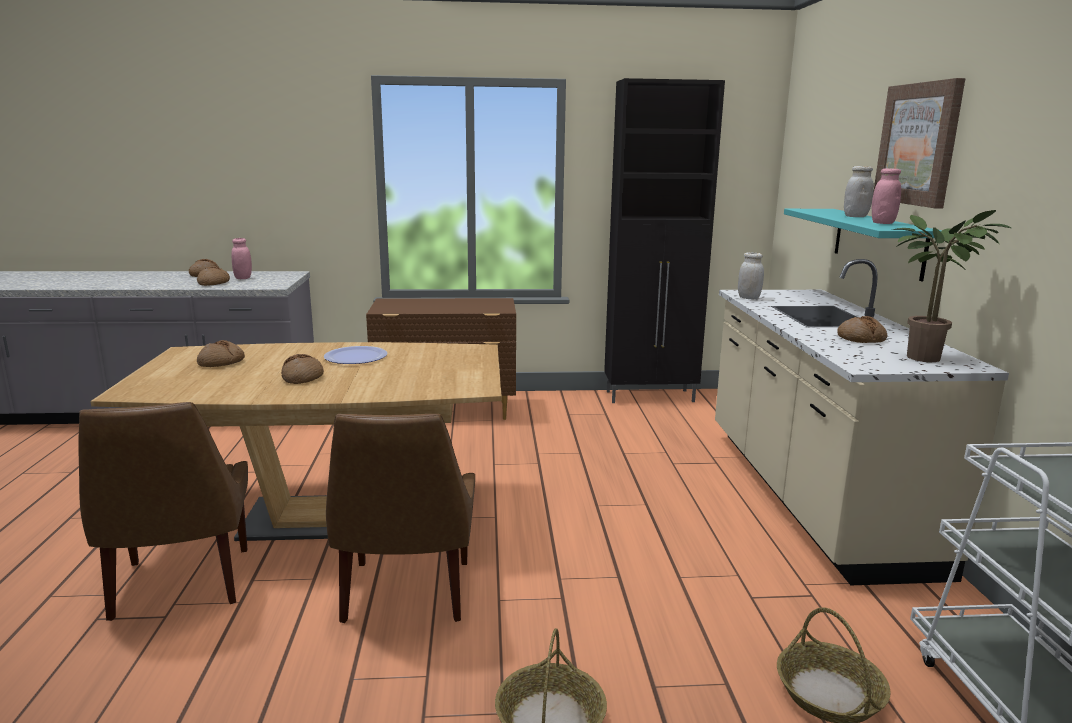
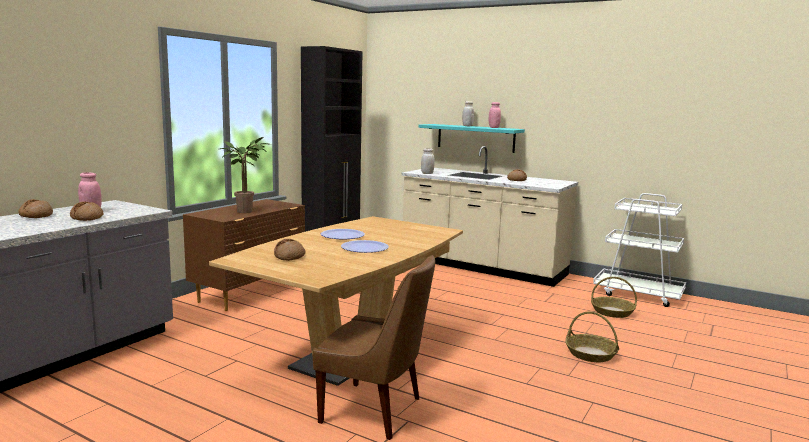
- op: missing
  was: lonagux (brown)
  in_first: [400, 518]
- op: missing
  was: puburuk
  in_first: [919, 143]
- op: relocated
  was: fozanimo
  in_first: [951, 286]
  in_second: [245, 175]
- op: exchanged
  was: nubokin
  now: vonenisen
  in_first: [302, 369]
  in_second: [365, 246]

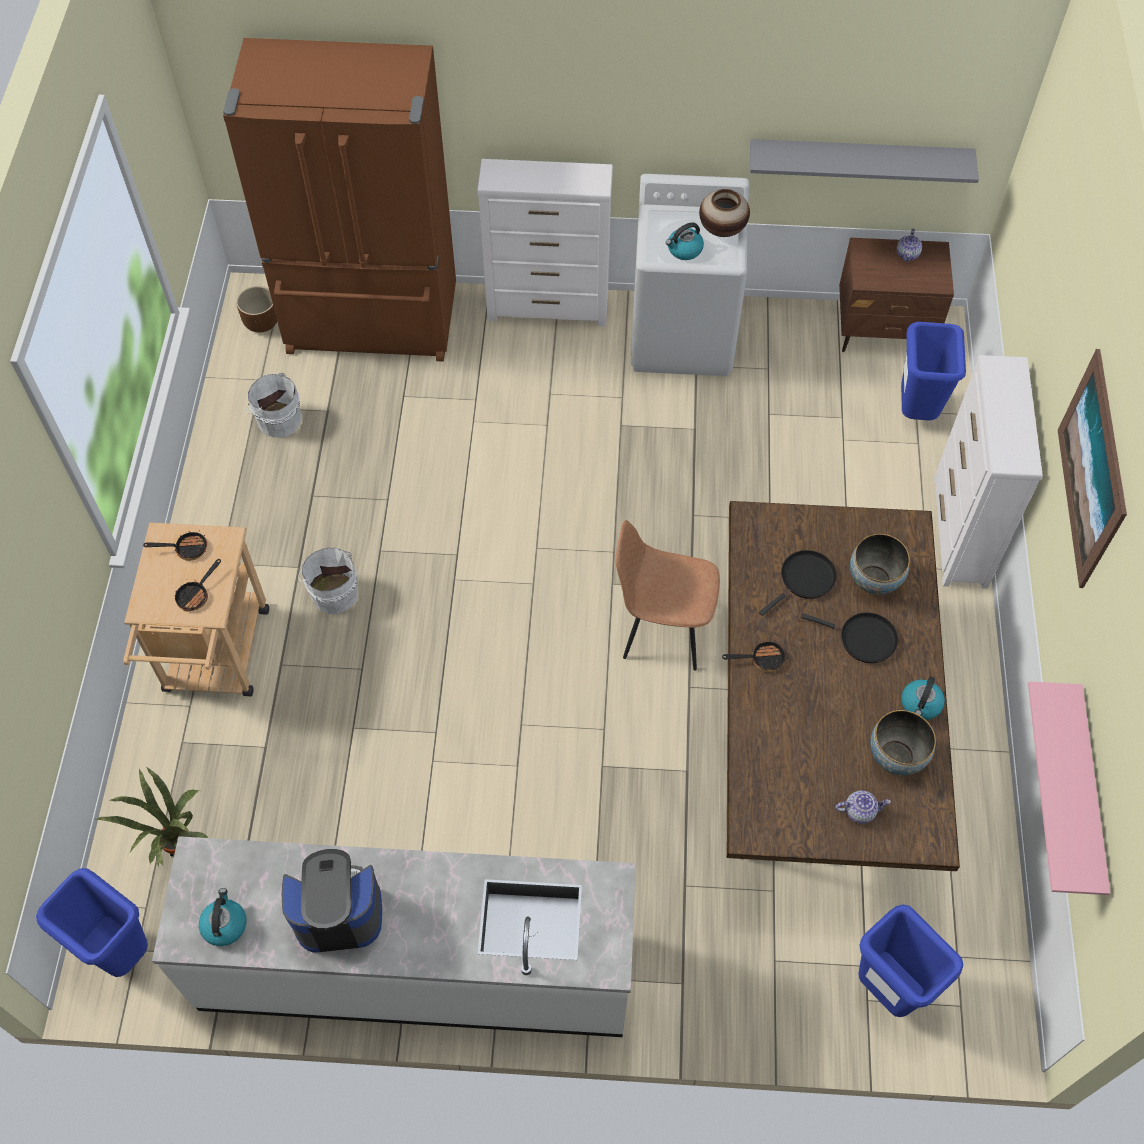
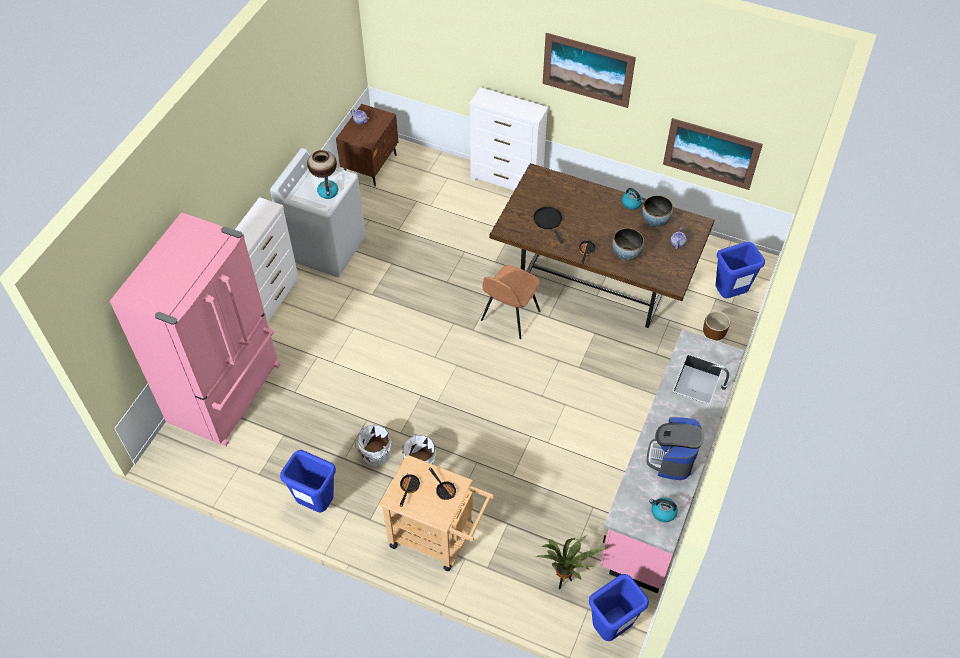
- op: missing
  was: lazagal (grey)
  in_first: [864, 161]
- op: missing
  was: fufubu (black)
  in_first: [849, 637]
- op: relocated
  was: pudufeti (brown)
  in_first: [256, 309]
  in_second: [716, 326]
- op: relocated
  was: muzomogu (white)
  in_first: [273, 405]
  in_second: [373, 446]
- op: relocated
  was: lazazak
  in_first: [880, 564]
  in_second: [628, 244]
- op: relocated
  was: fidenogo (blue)
  in_first: [933, 371]
  in_second: [308, 481]
- op: exchanged
  was: lazagal (pink)
  now: puburuk
  in_first: [1069, 788]
  in_second: [713, 154]
- op: colour
  was: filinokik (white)
  now: filinokik (pink)
  in_first: [394, 936]
  in_second: [672, 461]
- op: colour
  was: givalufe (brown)
  now: givalufe (pink)
  in_first: [339, 200]
  in_second: [195, 329]

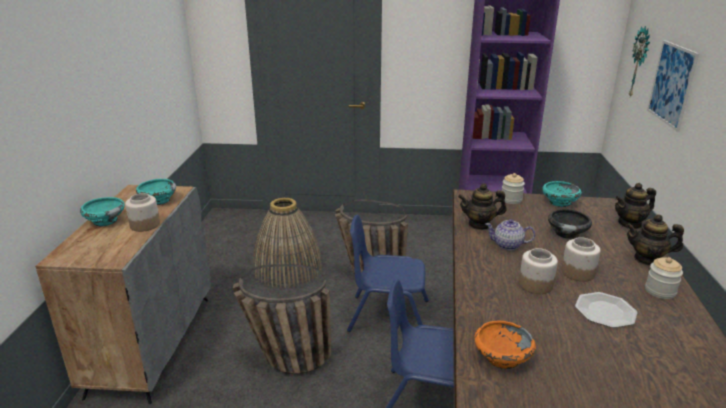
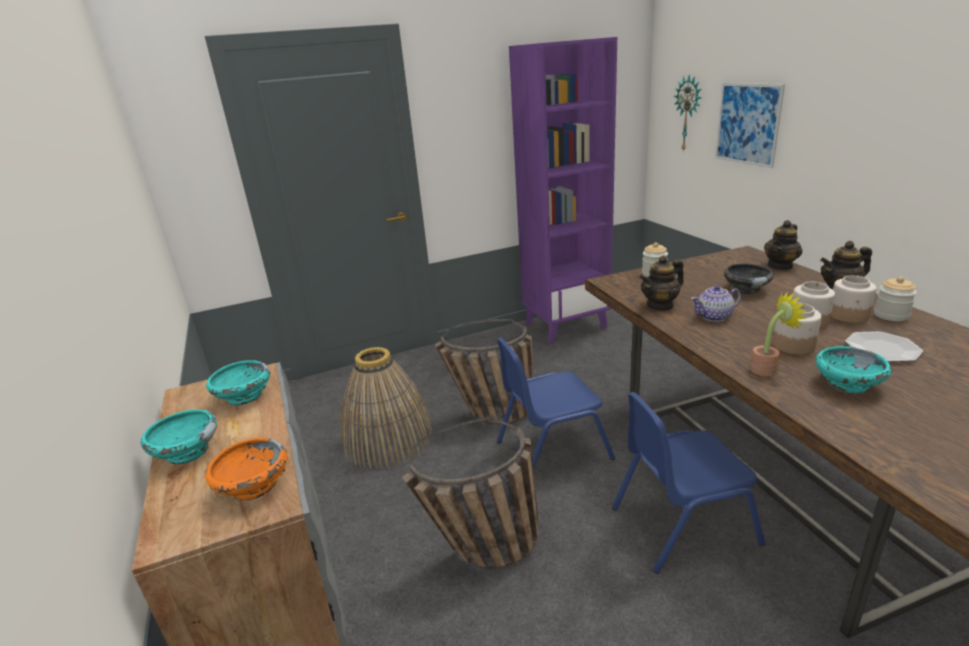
- op: appeared
  now: fozanimo
  in_second: [778, 333]
- op: relocated
  was: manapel
  in_first: [142, 212]
  in_second: [854, 299]
- op: relocated
  was: lazazak (orange)
  in_first: [505, 344]
  in_second: [246, 469]
- op: relocated
  was: lazazak (turquoise)
  in_first: [562, 194]
  in_second: [854, 370]

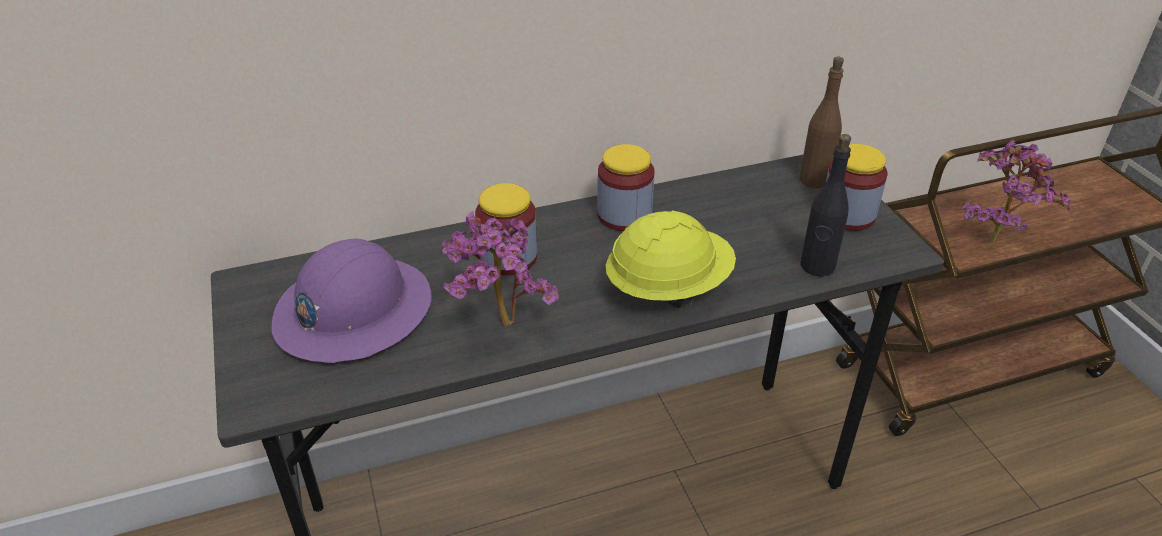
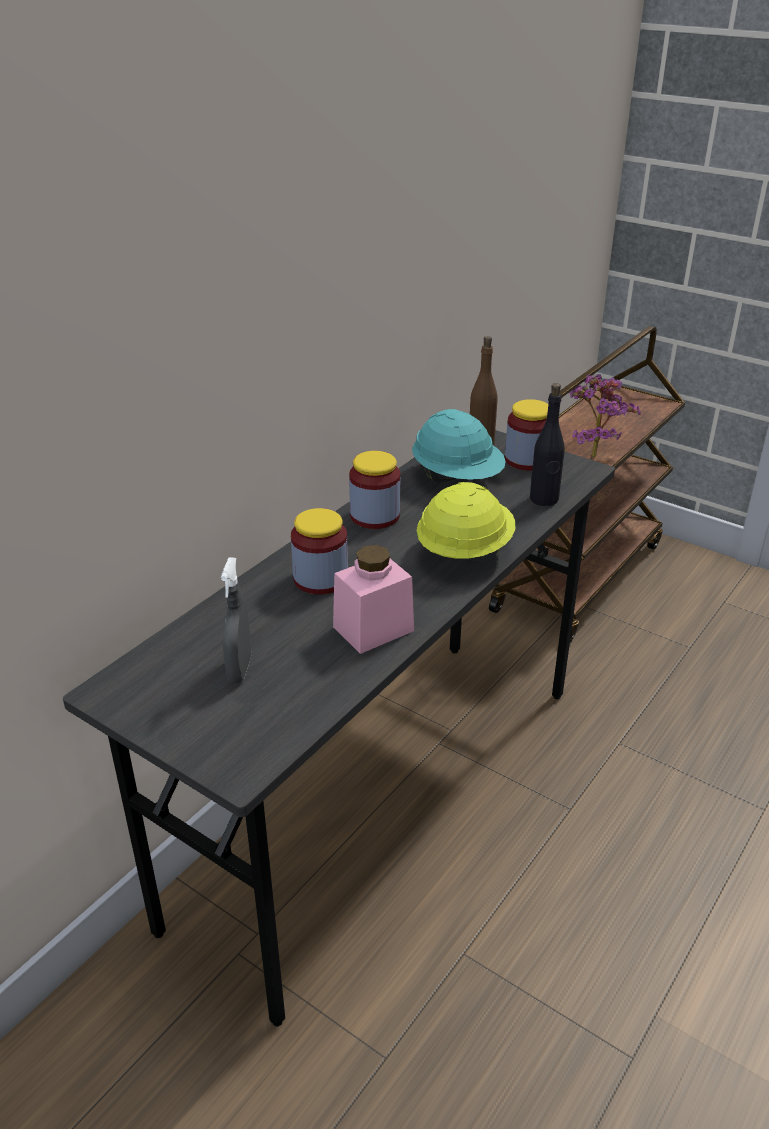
- op: appeared
  now: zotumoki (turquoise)
  in_second: [459, 445]
- op: exchanged
  was: zotumoki (purple)
  now: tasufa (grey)
  in_first: [351, 301]
  in_second: [236, 620]
- op: exchanged
  was: fozanimo
  now: manapel (pink)
  in_first: [500, 269]
  in_second: [373, 599]

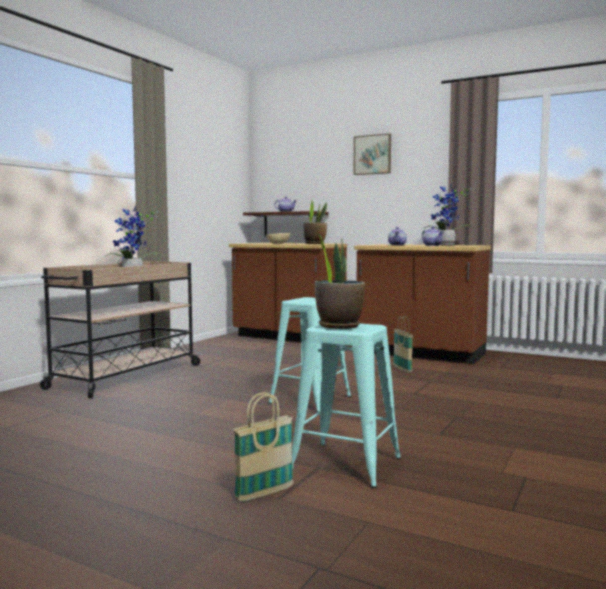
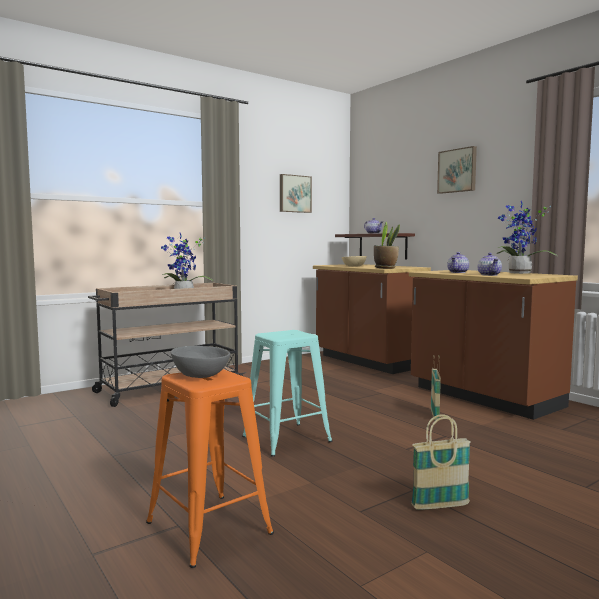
- op: appeared
  now: puburuk
  in_second: [296, 193]
- op: relocated
  was: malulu
  in_first: [263, 447]
  in_second: [441, 462]
- op: exchanged
  was: fozanimo
  now: lazazak (grey)
  in_first: [340, 280]
  in_second: [200, 362]
- op: colour
  was: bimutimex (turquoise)
  now: bimutimex (orange)
  in_first: [346, 405]
  in_second: [210, 468]

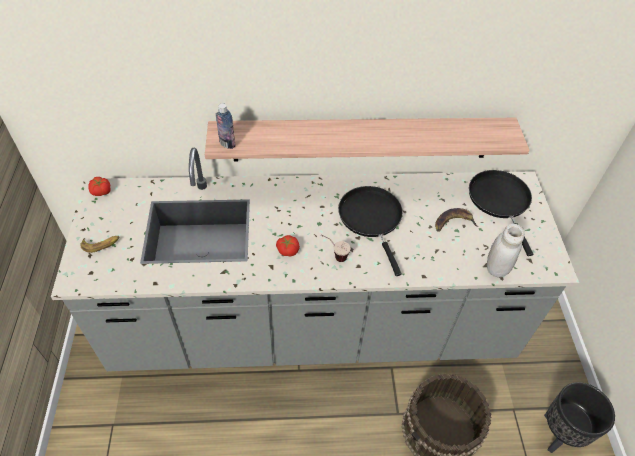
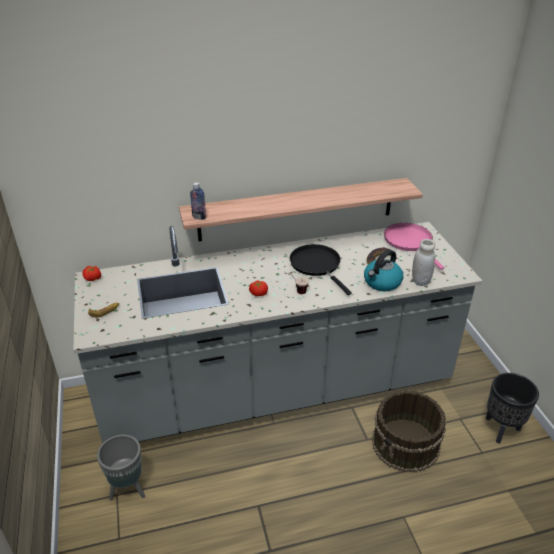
- op: appeared
  now: pudufeti (grey)
  in_second: [121, 467]
- op: appeared
  now: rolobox
  in_second: [383, 270]
- op: colour
  was: fufubu (black)
  now: fufubu (pink)
  in_first: [501, 213]
  in_second: [414, 246]

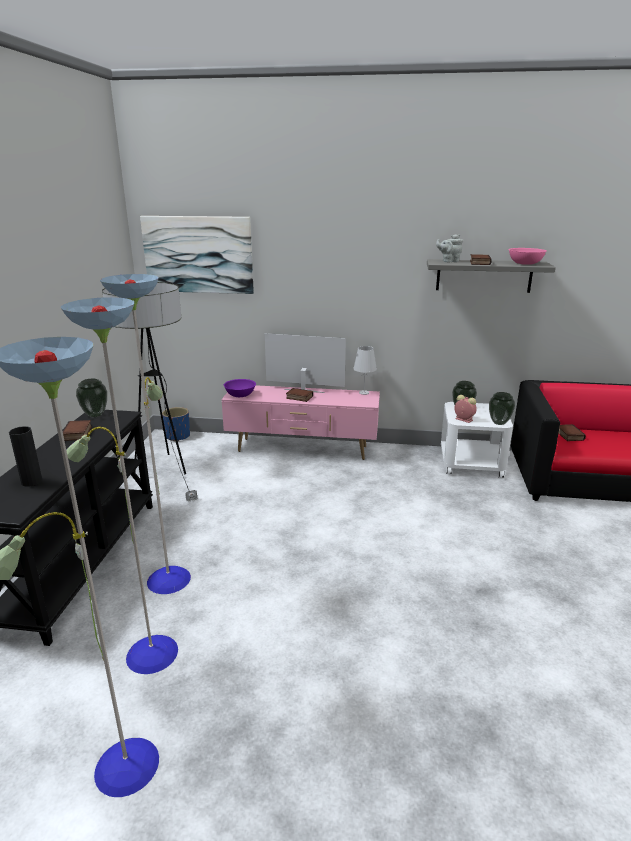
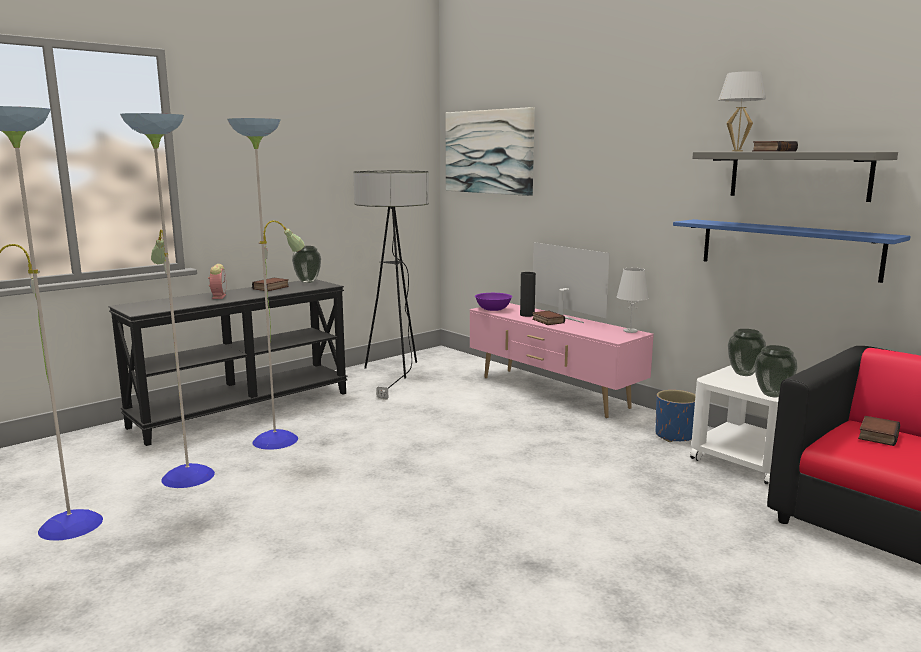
- op: missing
  was: lazazak (pink)
  in_first: [527, 256]
- op: appeared
  now: lazagal (blue)
  in_second: [791, 251]
- op: relocated
  was: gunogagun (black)
  in_first: [25, 456]
  in_second: [528, 294]
- op: relocated
  was: pudufeti (blue)
  in_first: [176, 424]
  in_second: [675, 416]
- op: relocated
  was: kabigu
  in_first: [465, 409]
  in_second: [217, 281]
- op: exchanged
  was: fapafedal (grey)
  now: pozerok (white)
  in_first: [449, 248]
  in_second: [742, 111]

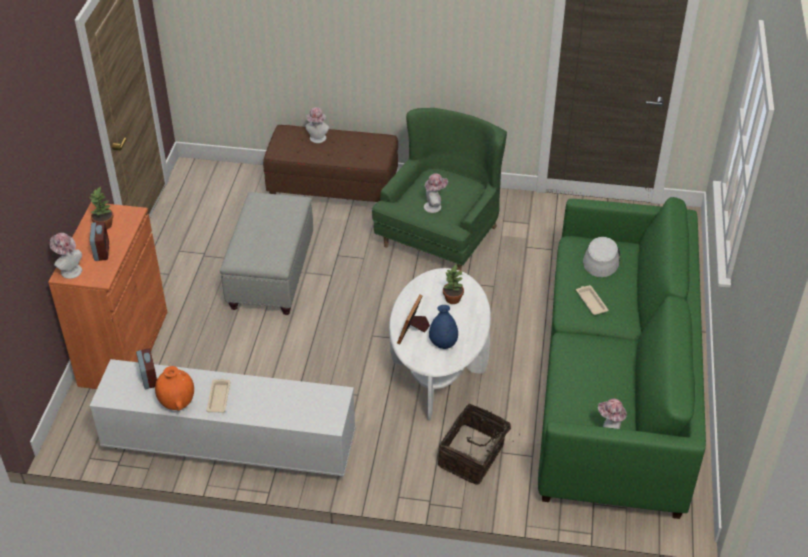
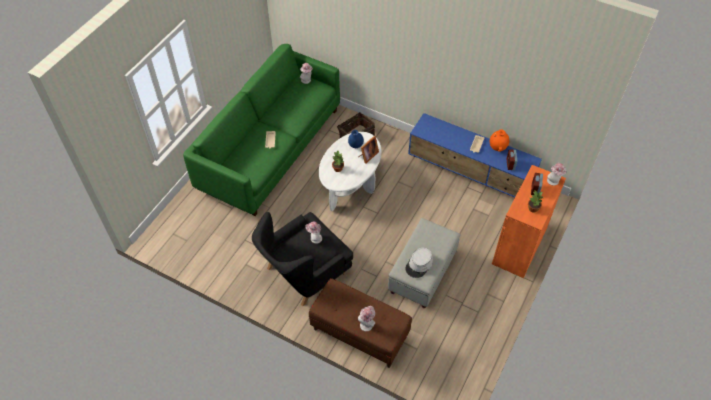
- op: relocated
  was: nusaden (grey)
  in_first: [601, 257]
  in_second: [419, 263]
- op: colour
  was: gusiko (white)
  now: gusiko (blue)
  in_first: [222, 417]
  in_second: [475, 155]
- op: colour
  was: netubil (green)
  now: netubil (black)
  in_first: [439, 189]
  in_second: [302, 259]

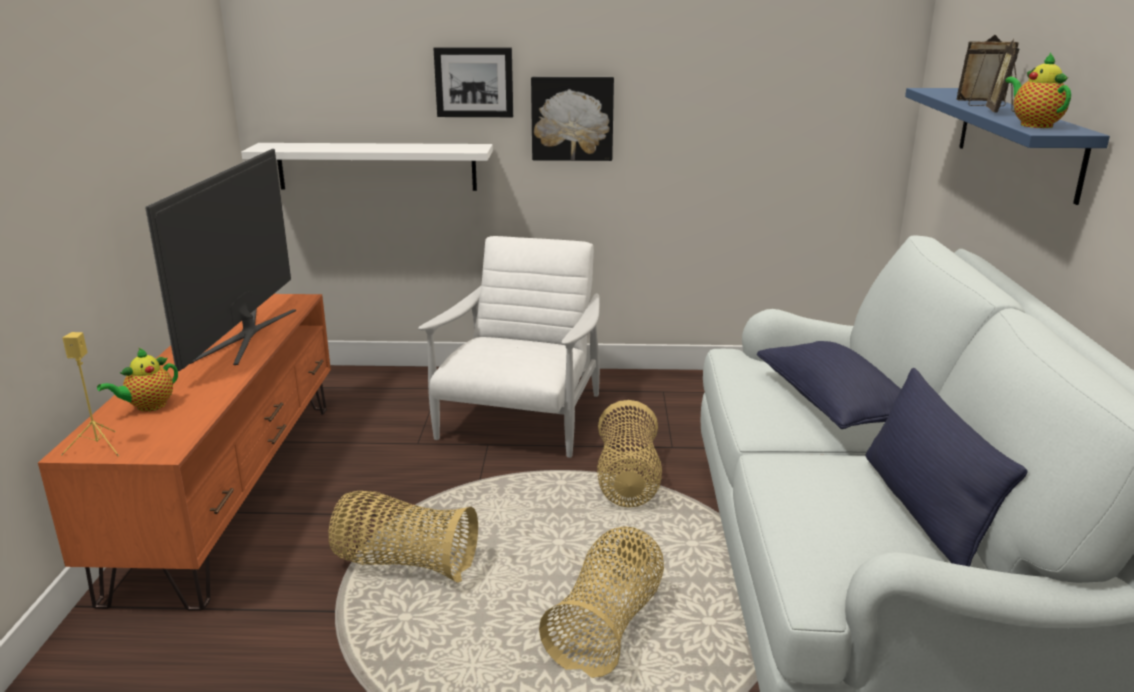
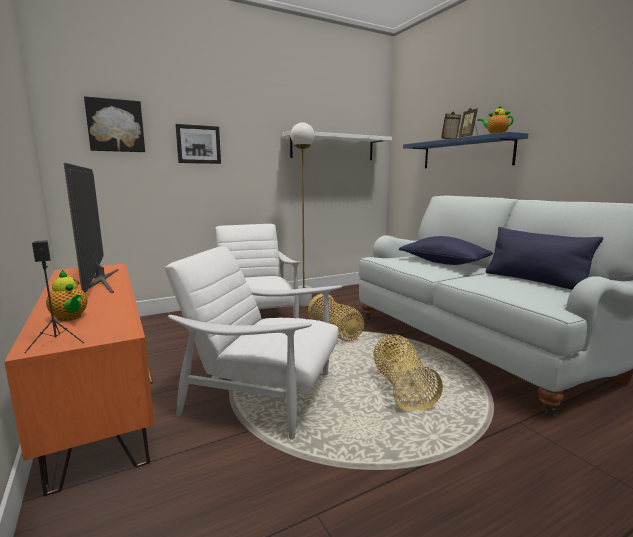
- op: appeared
  now: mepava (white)
  in_second: [303, 214]
- op: relocated
  was: lazagal (white)
  in_first: [367, 167]
  in_second: [337, 145]
- op: relocated
  was: puburuk
  in_first: [572, 119]
  in_second: [114, 124]
- op: exchanged
  was: malulu
  now: netubil (white)
  in_first: [403, 537]
  in_second: [253, 343]
- op: colour
  was: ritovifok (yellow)
  now: ritovifok (black)
  in_first: [90, 394]
  in_second: [54, 296]
- op: spun
  was: fapafedal
  in_first: [137, 379]
  in_second: [66, 295]
  clockwise: -60

